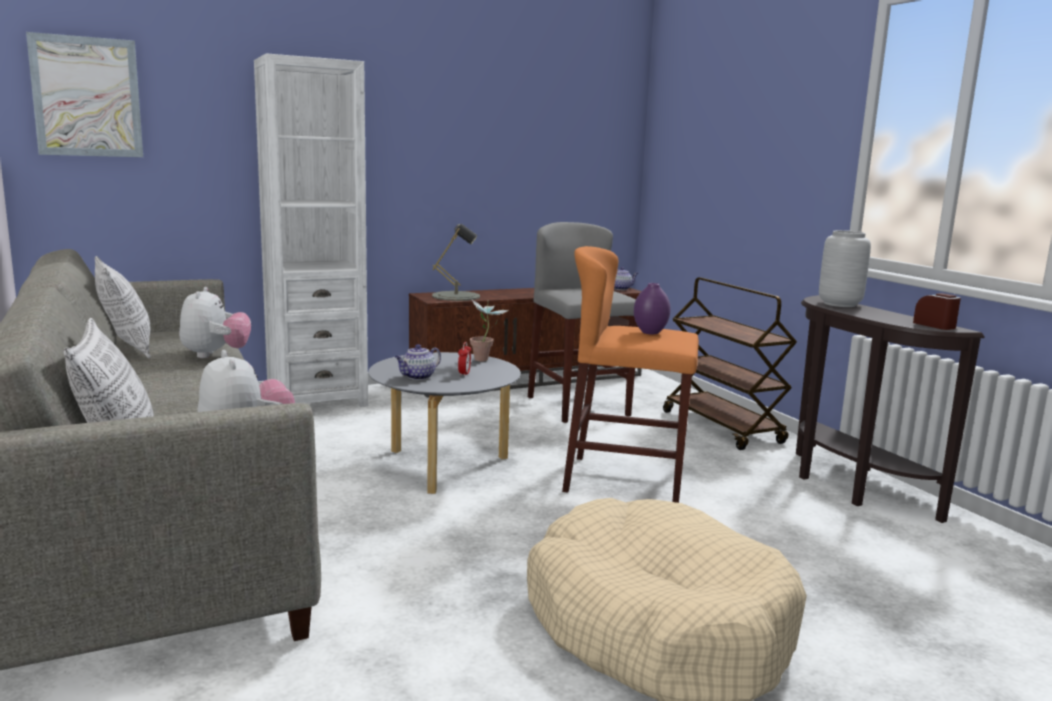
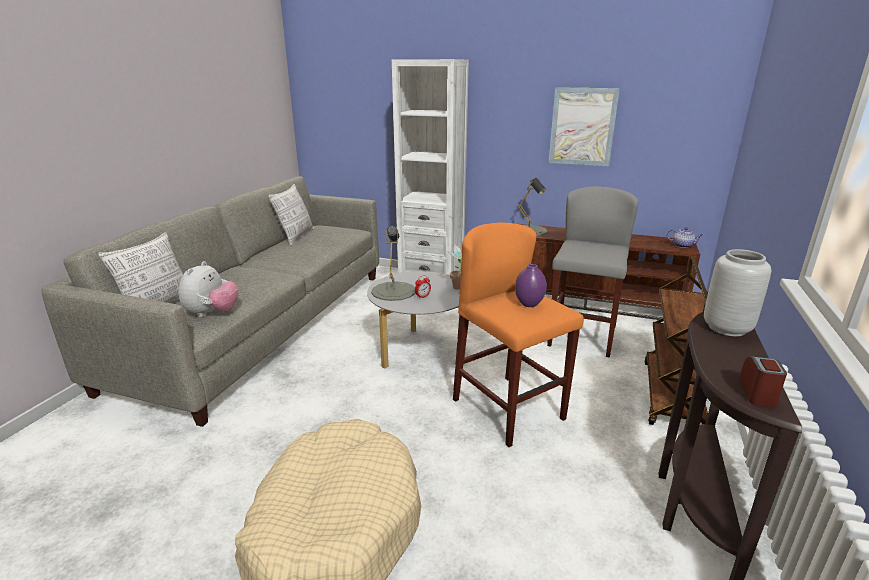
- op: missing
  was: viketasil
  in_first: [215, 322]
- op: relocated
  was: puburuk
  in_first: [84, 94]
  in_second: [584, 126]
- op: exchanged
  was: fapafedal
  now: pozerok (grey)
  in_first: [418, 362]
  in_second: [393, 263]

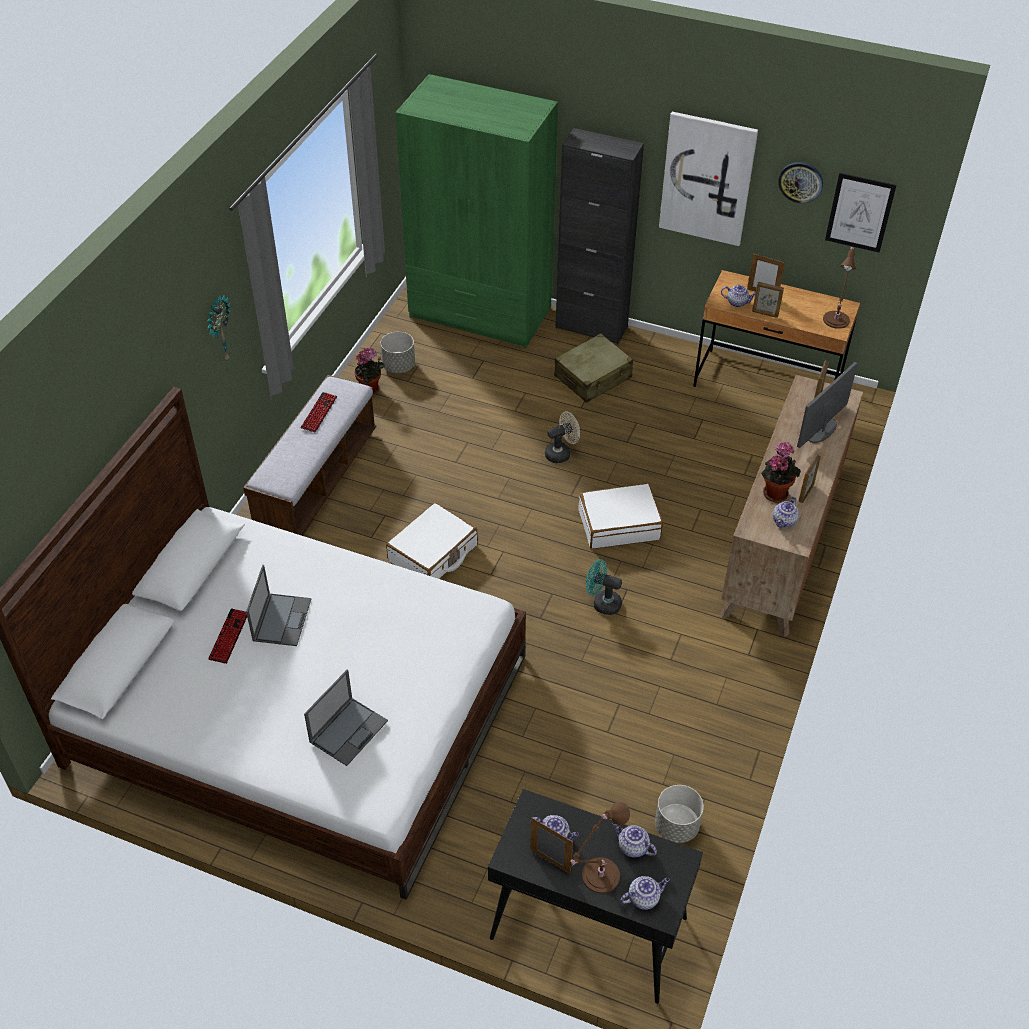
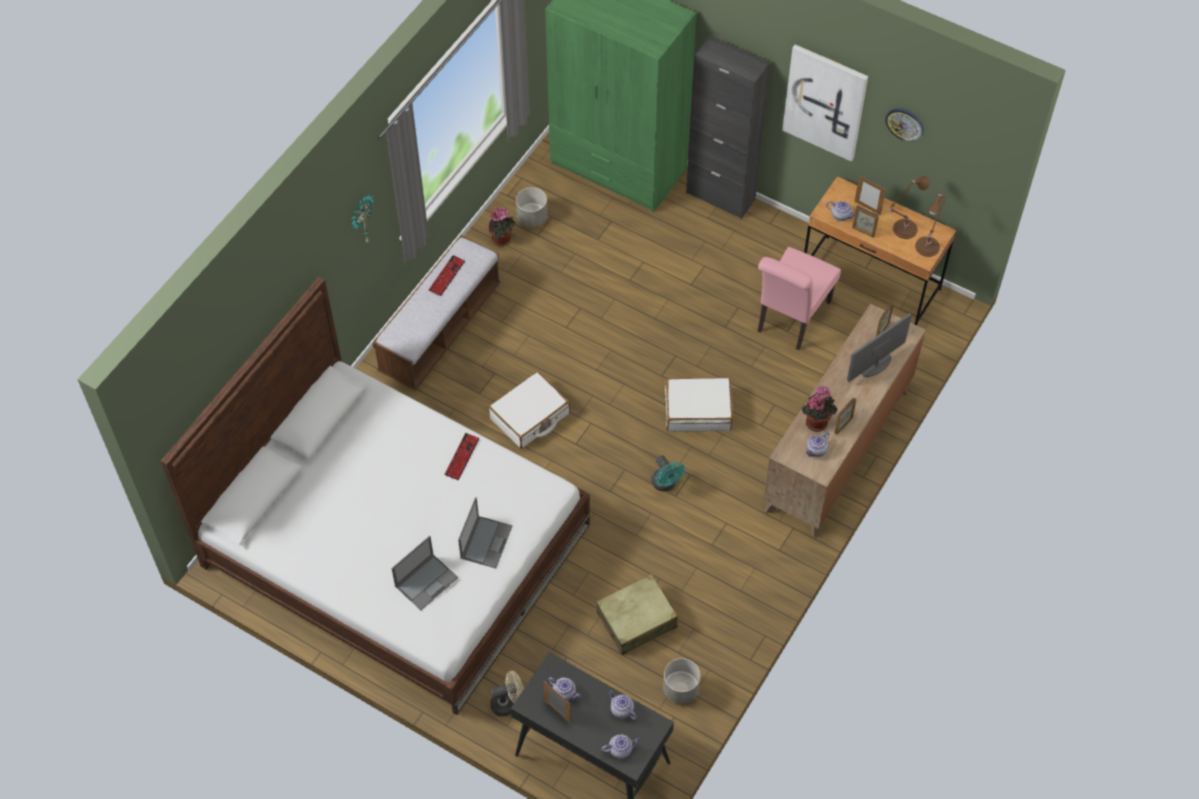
- op: missing
  was: puburuk
  in_first: [860, 212]
- op: appeared
  now: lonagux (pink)
  in_second: [799, 298]
- op: relocated
  was: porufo
  in_first: [227, 636]
  in_second: [461, 456]
- op: relocated
  was: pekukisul
  in_first: [278, 605]
  in_second: [485, 532]
- op: relocated
  was: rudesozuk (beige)
  in_first: [562, 437]
  in_second: [506, 693]
- op: relocated
  was: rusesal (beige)
  in_first: [593, 368]
  in_second: [637, 614]
- op: relocated
  was: pozerok (brown)
  in_first: [600, 847]
  in_second: [909, 207]
- op: spun
  was: rudesozuk (turquoise)
  in_first: [604, 587]
  in_second: [668, 473]
  clockwise: -150

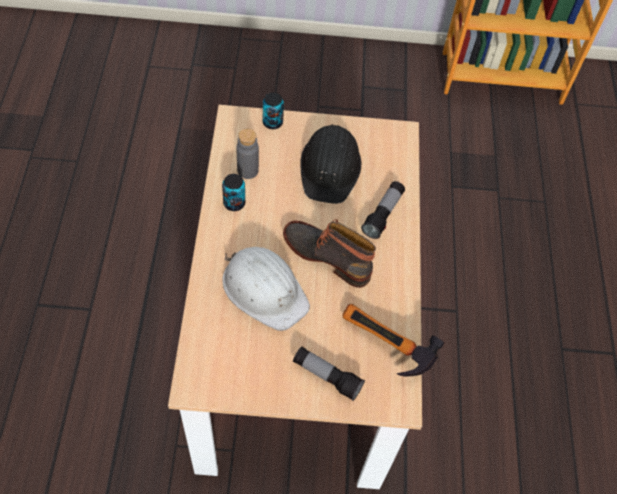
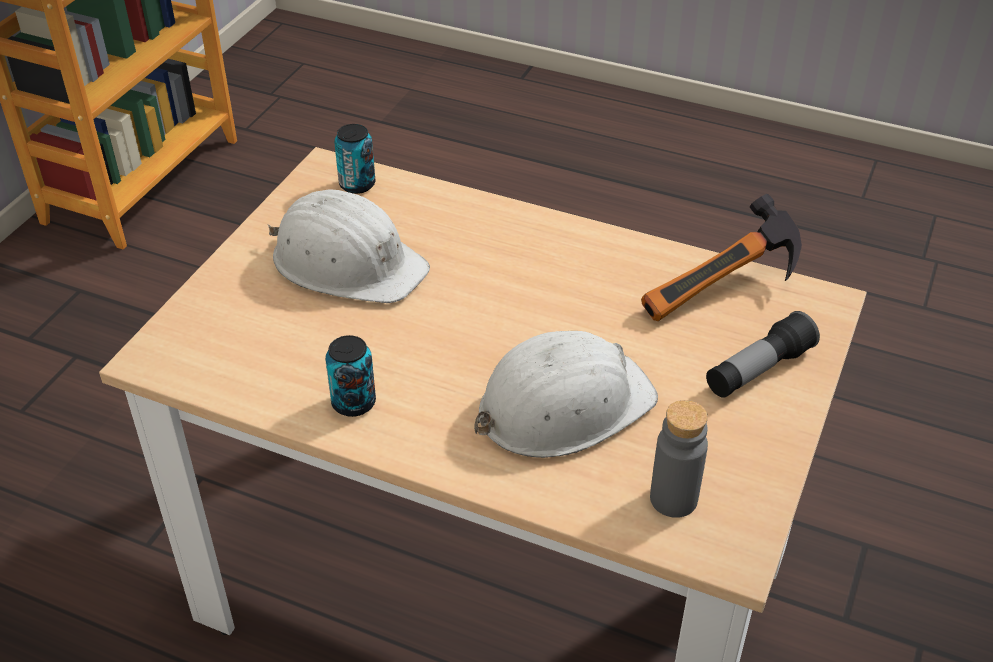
- op: missing
  was: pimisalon
  in_first: [329, 253]
- op: missing
  was: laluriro
  in_first: [383, 210]
- op: relocated
  was: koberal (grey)
  in_first: [248, 154]
  in_second: [679, 459]
- op: relocated
  was: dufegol
  in_first: [273, 111]
  in_second: [354, 159]
- op: colour
  was: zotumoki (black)
  now: zotumoki (white)
  in_first: [330, 164]
  in_second: [349, 246]

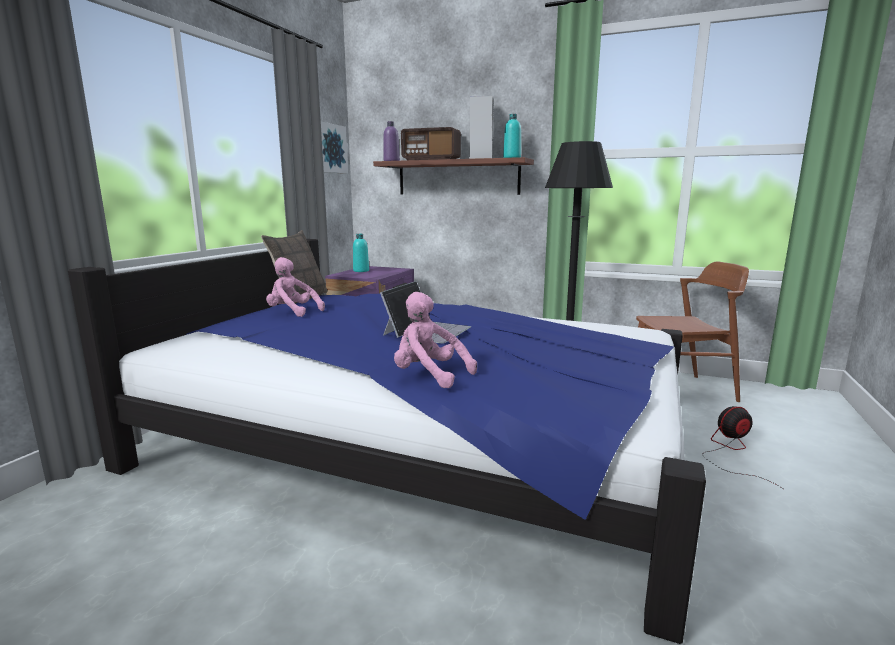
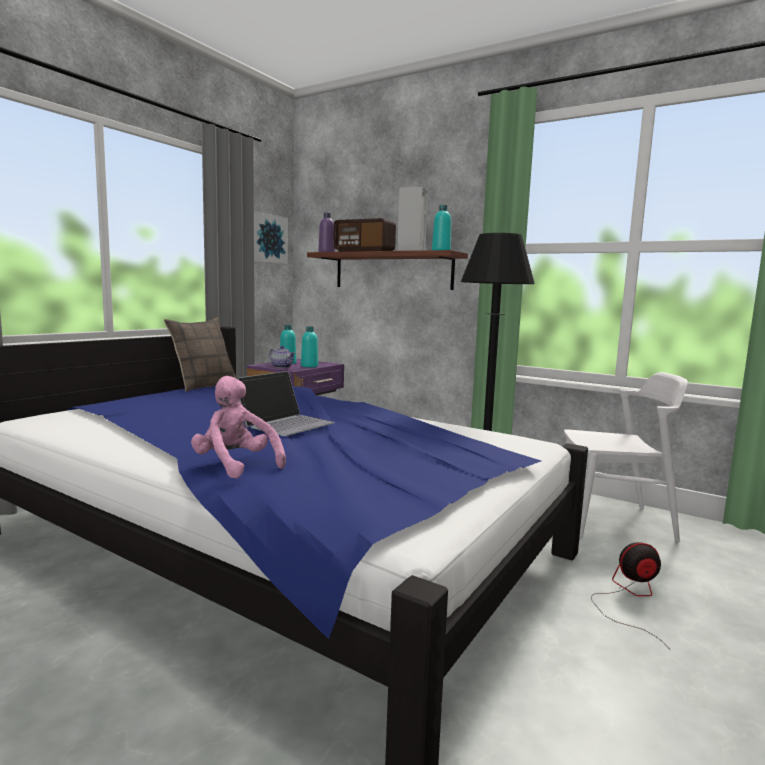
- op: missing
  was: viketasil (pink)
  in_first: [295, 287]
- op: appeared
  now: fapafedal
  in_second: [282, 357]
- op: appeared
  now: koberal (turquoise)
  in_second: [309, 346]
- op: colour
  was: lonagux (brown)
  now: lonagux (white)
  in_first: [692, 331]
  in_second: [626, 457]

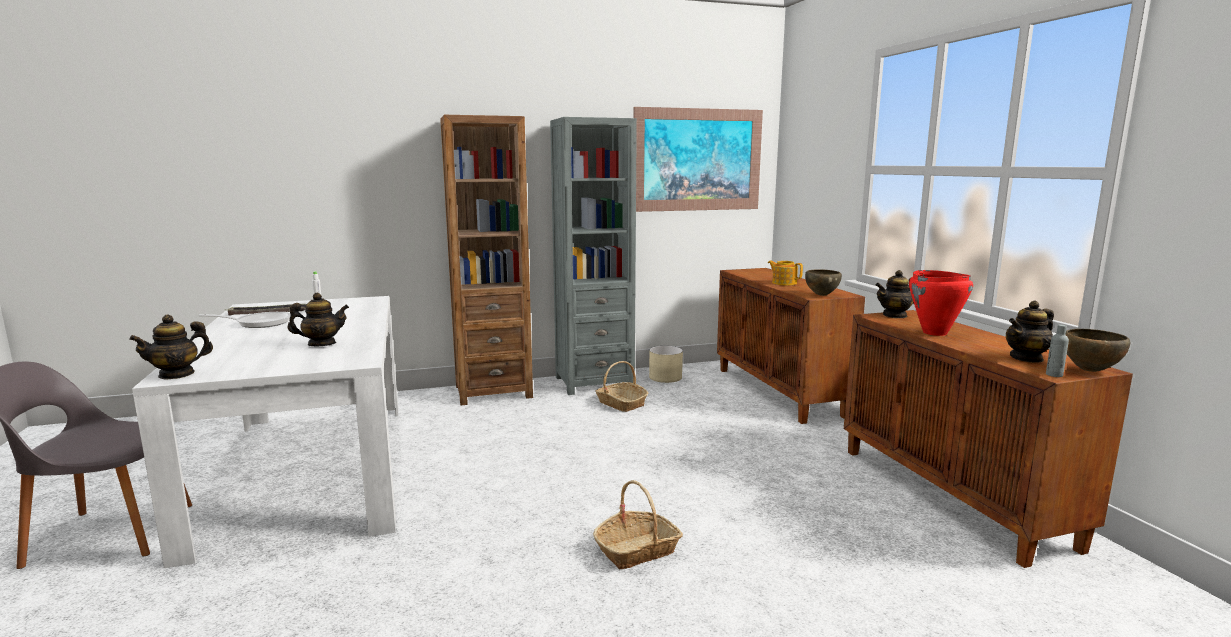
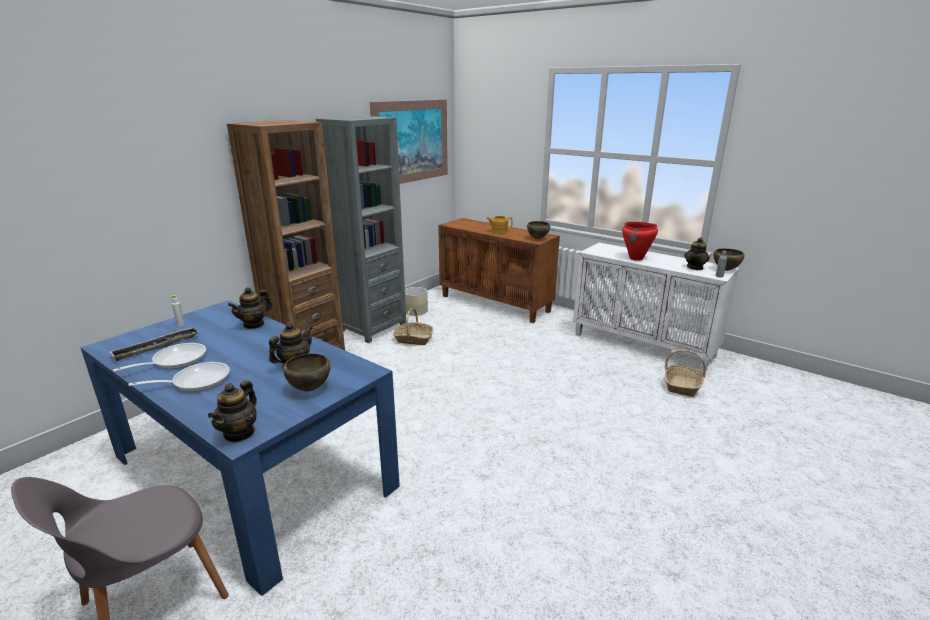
- op: appeared
  now: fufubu
  in_second: [179, 377]
- op: appeared
  now: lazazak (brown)
  in_second: [307, 372]
- op: relocated
  was: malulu
  in_first: [638, 524]
  in_second: [685, 373]
- op: relocated
  was: fapafedal
  in_first: [895, 294]
  in_second: [250, 308]
- op: colour
  was: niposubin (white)
  now: niposubin (blue)
  in_first: [265, 432]
  in_second: [240, 448]
- op: colour
  was: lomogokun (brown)
  now: lomogokun (white)
  in_first: [988, 439]
  in_second: [656, 307]

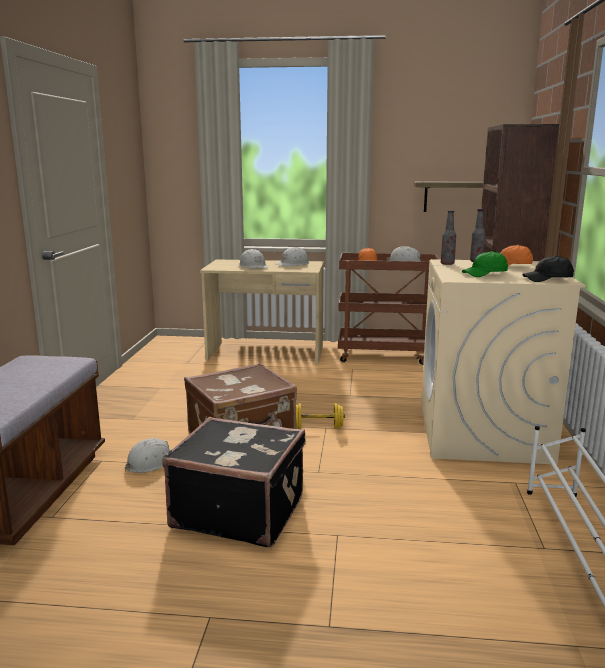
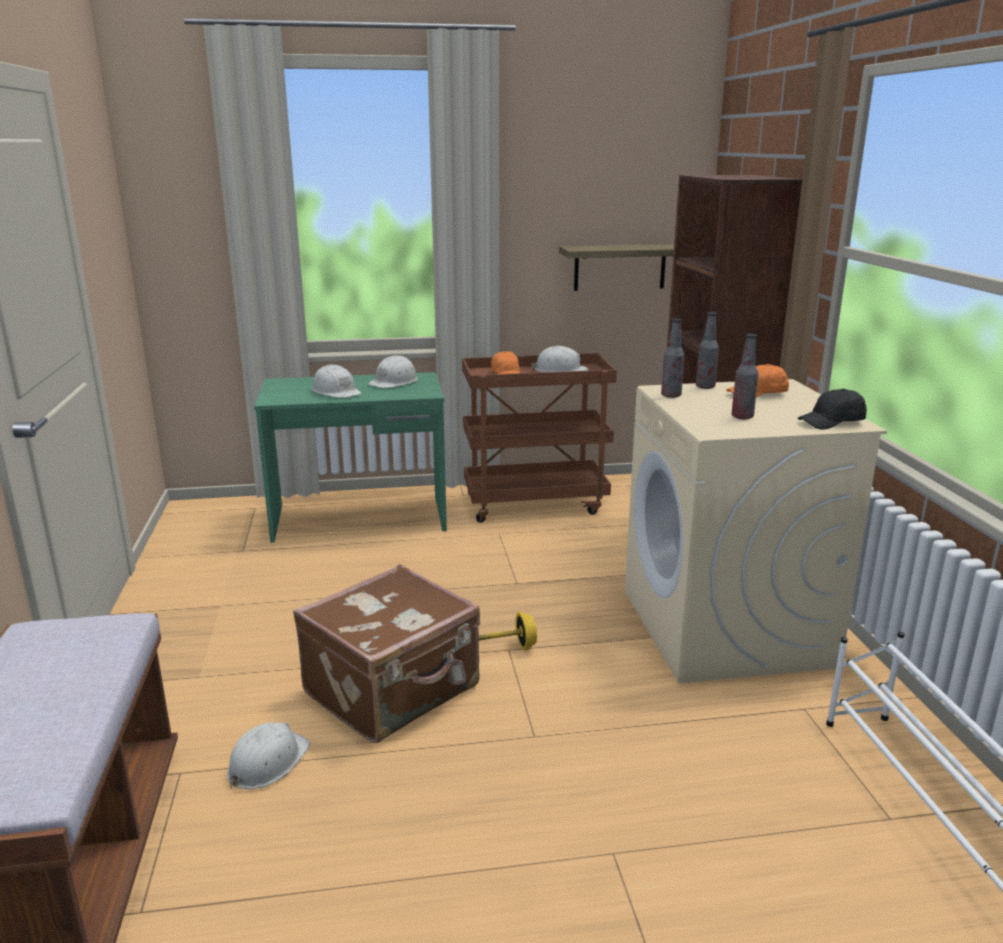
- op: missing
  was: rusesal (black)
  in_first: [234, 482]
- op: exchanged
  was: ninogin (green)
  now: koberal
  in_first: [485, 264]
  in_second: [744, 376]
- op: colour
  was: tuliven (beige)
  now: tuliven (green)
  in_first: [262, 312]
  in_second: [350, 457]

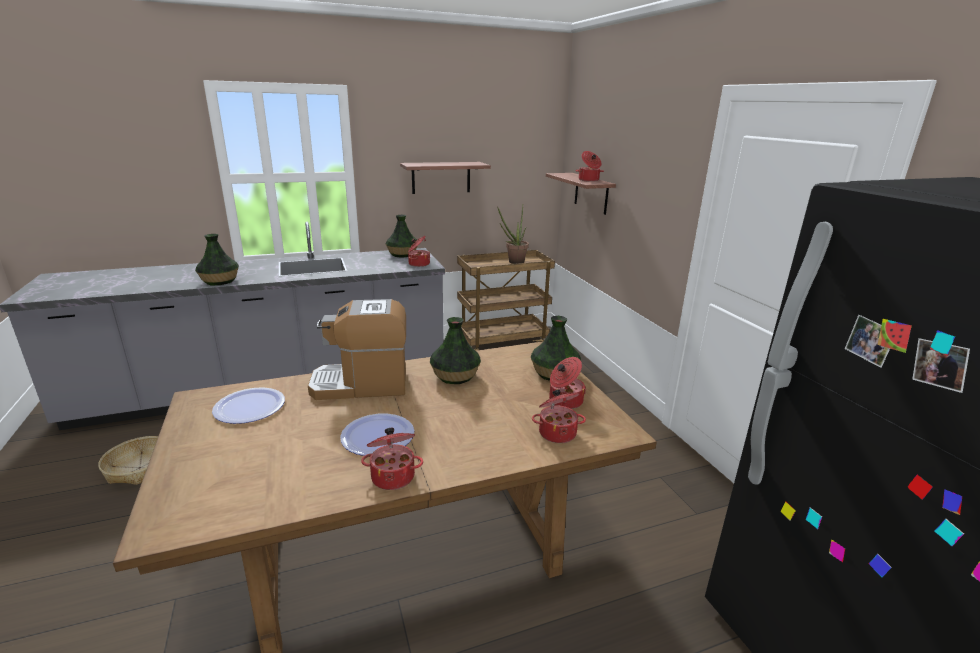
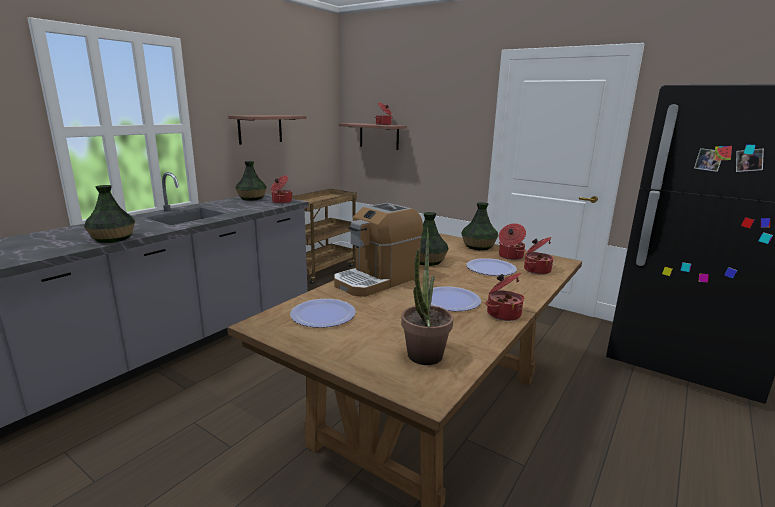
- op: missing
  was: malulu
  in_first: [128, 460]
- op: appeared
  now: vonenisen
  in_second: [491, 267]
- op: relocated
  was: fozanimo
  in_first: [513, 235]
  in_second: [427, 296]

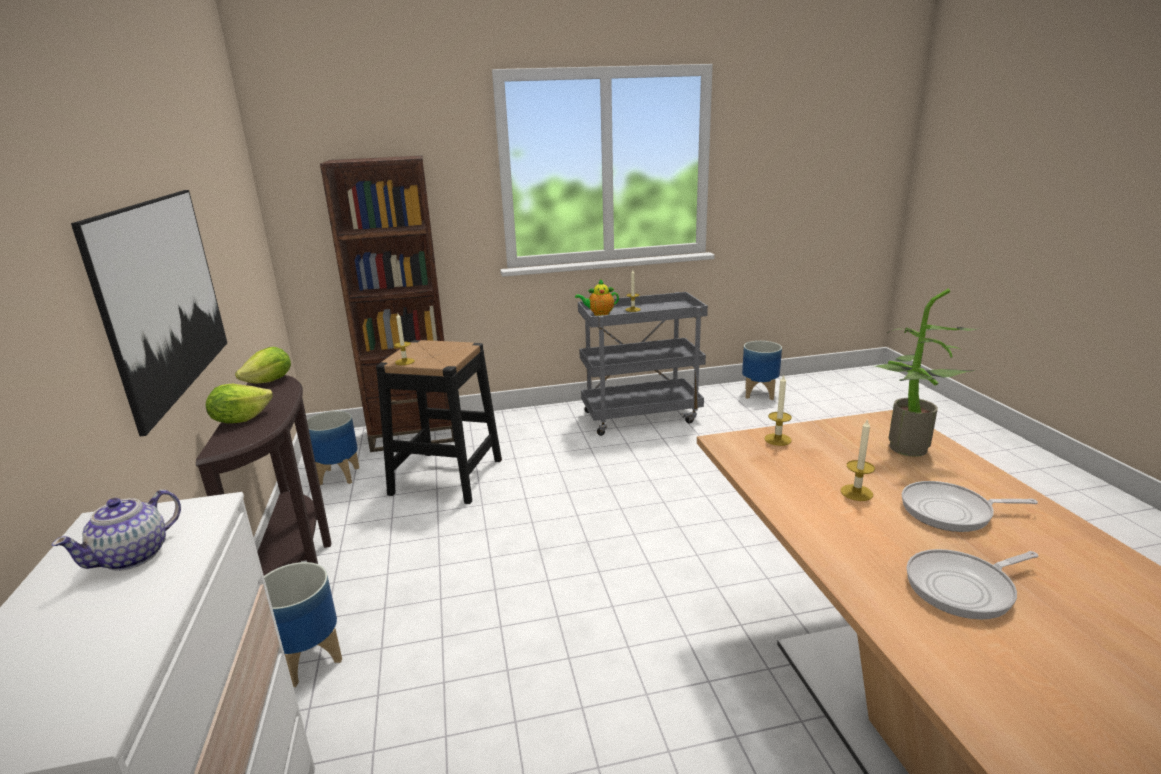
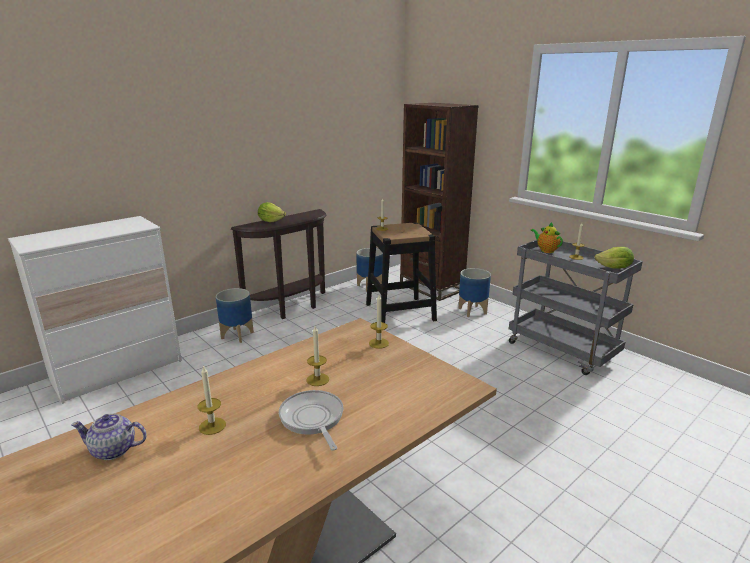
- op: missing
  was: puburuk
  in_first: [149, 313]
- op: missing
  was: fozanimo
  in_first: [926, 373]
- op: relocated
  was: fapafedal
  in_first: [116, 530]
  in_second: [109, 437]
- op: relocated
  was: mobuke
  in_first: [263, 365]
  in_second: [614, 257]
- op: relocated
  was: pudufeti
  in_first: [762, 370]
  in_second: [474, 292]
- op: exchanged
  was: fufubu
  now: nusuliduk
  in_first: [972, 584]
  in_second: [211, 400]

